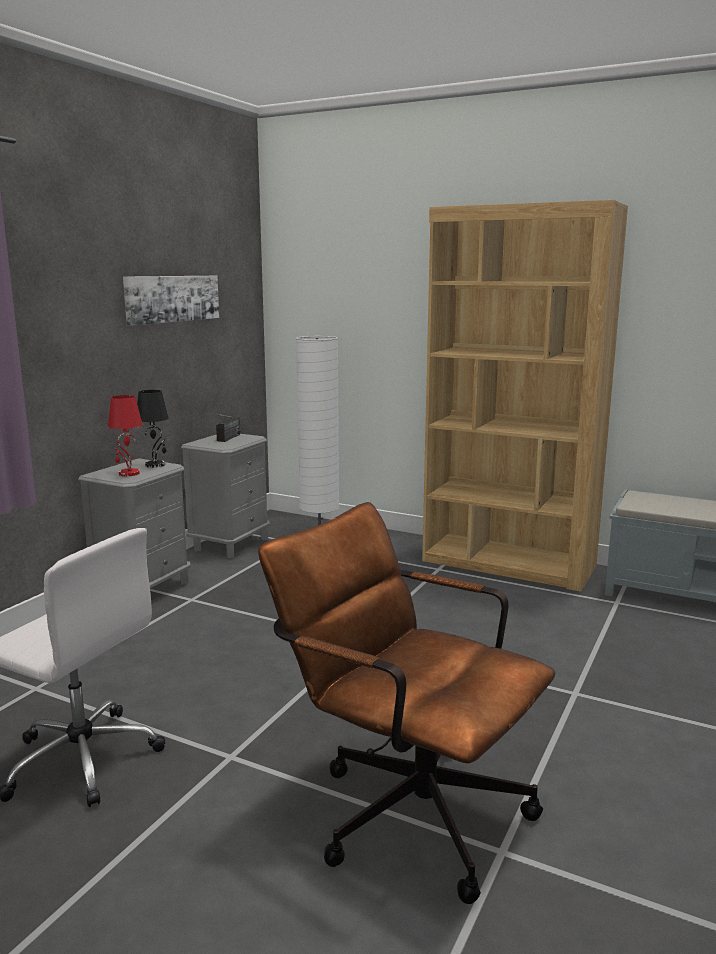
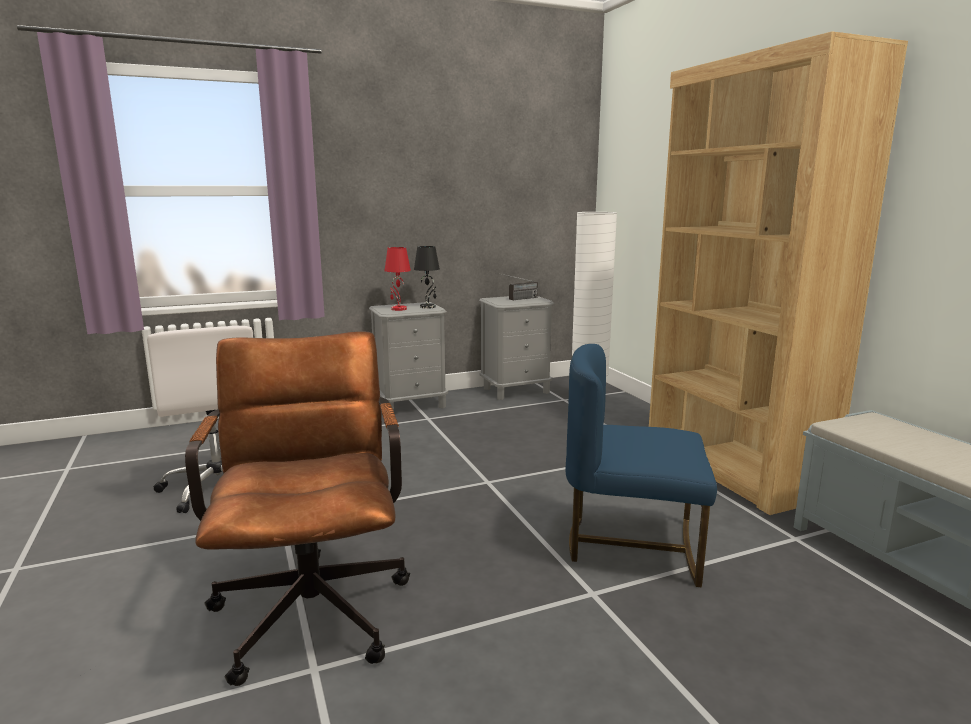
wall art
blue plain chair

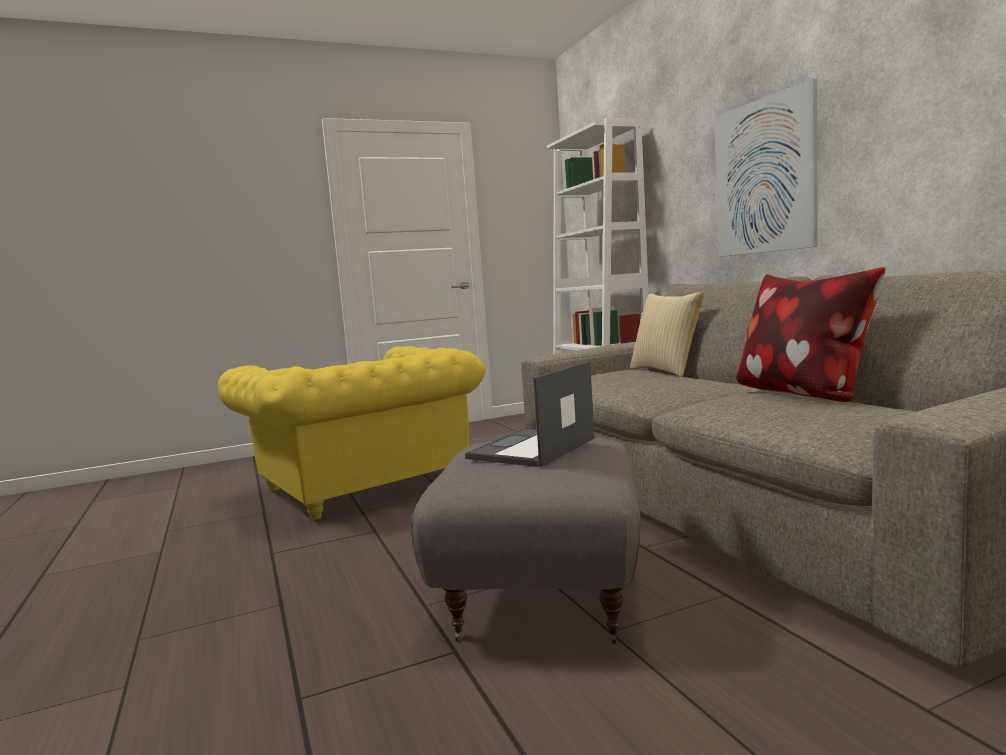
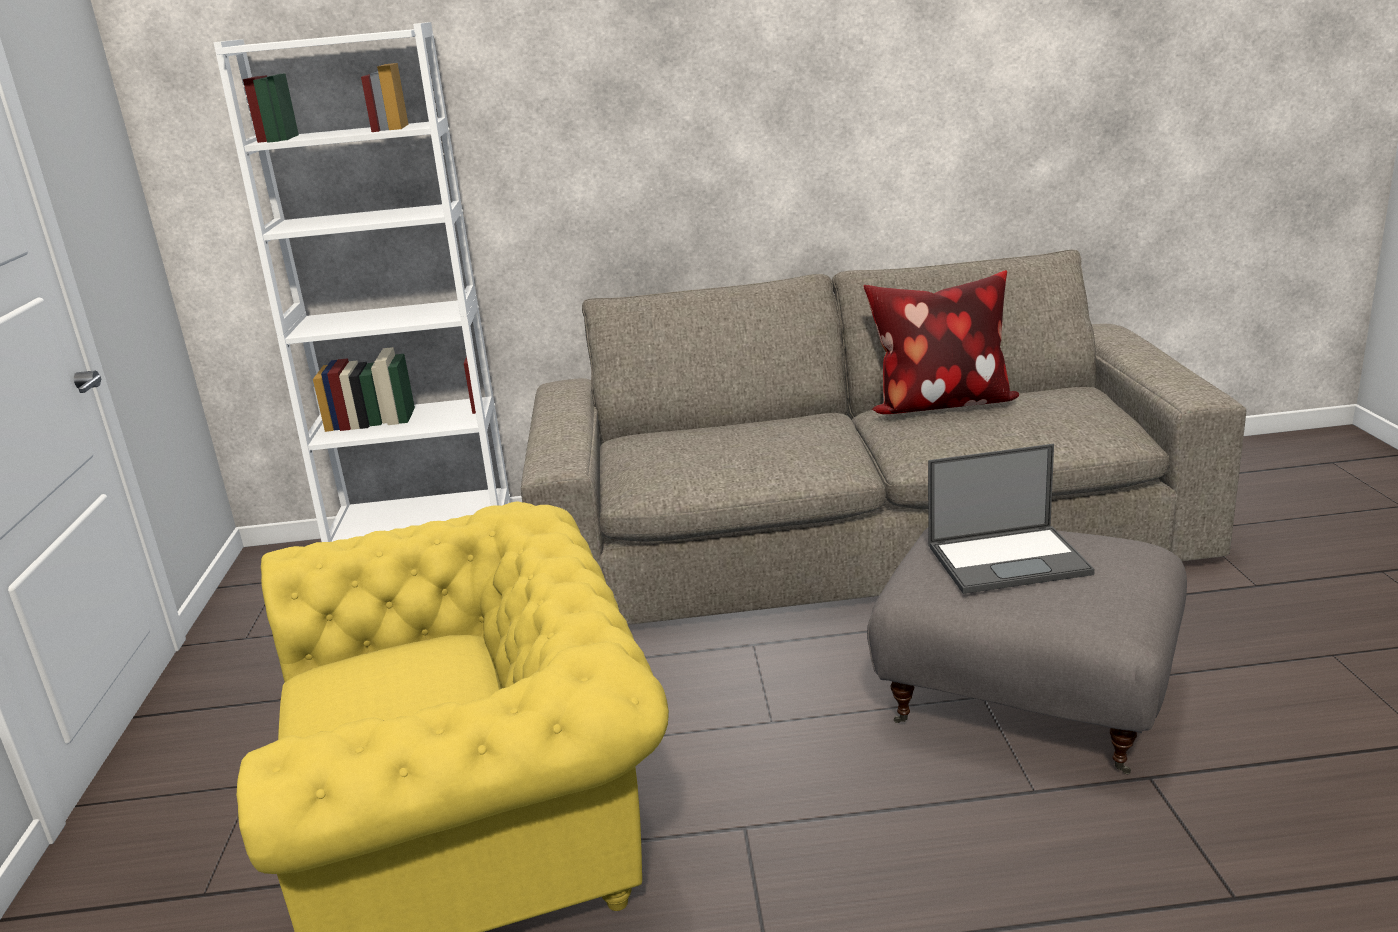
wall art
throw pillow (1st from left in the first image)
laptop

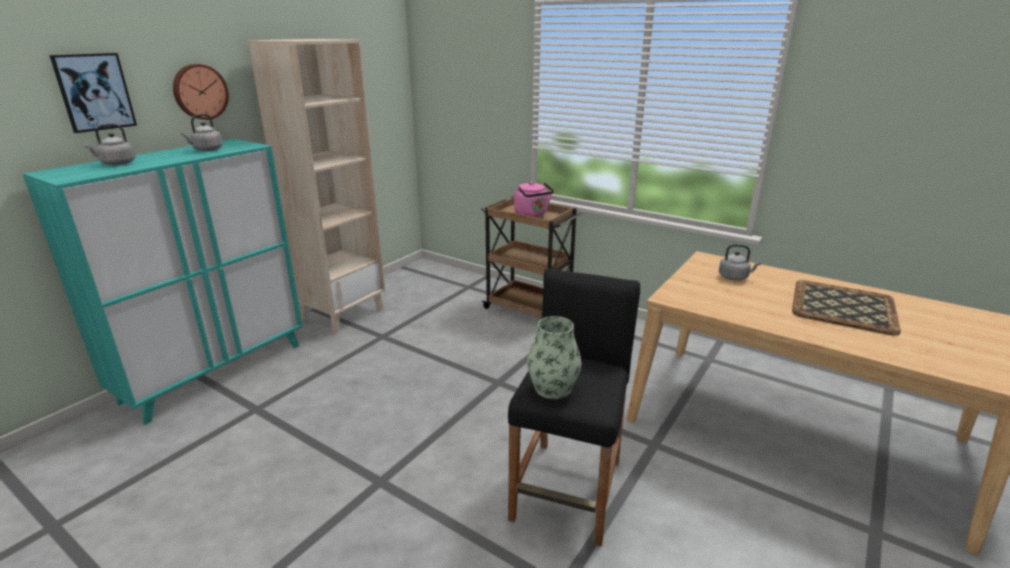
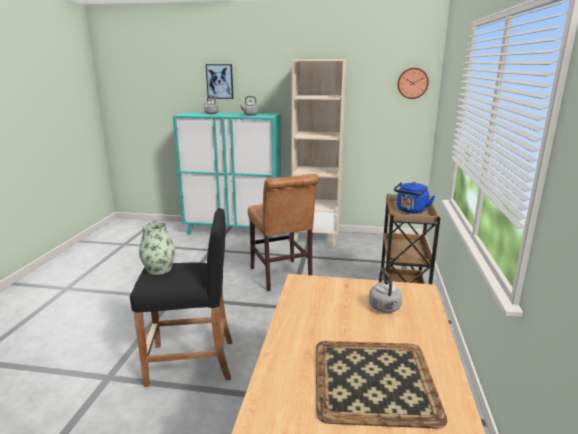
clock on the wall
blue water kettle
brown plain chair

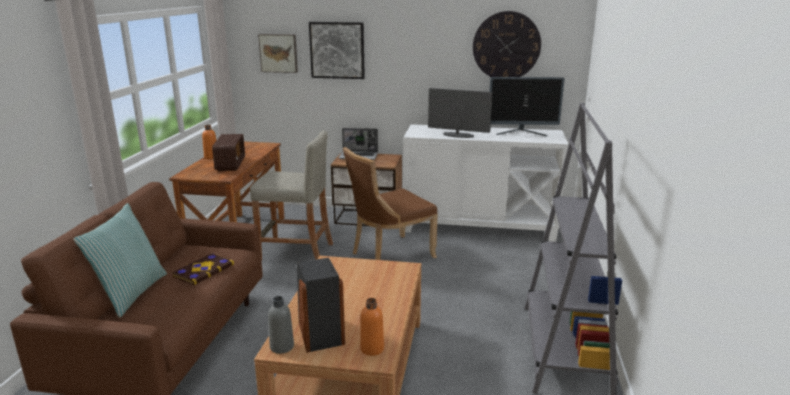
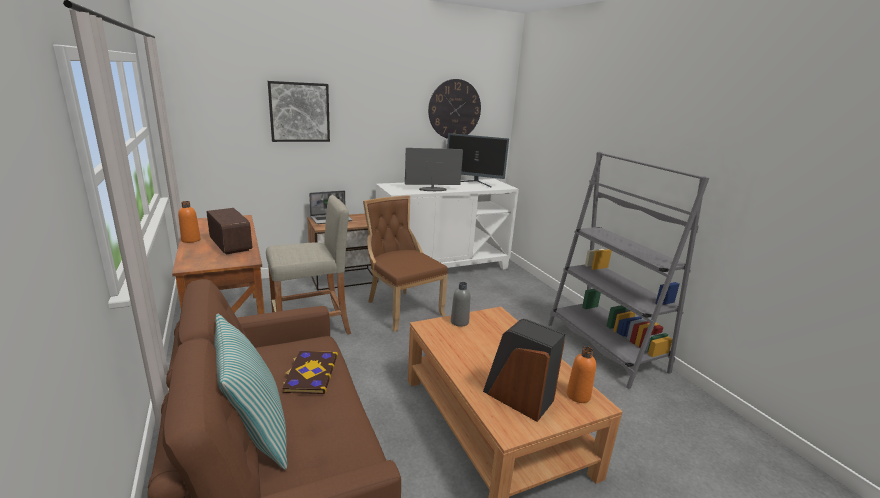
wall art (1st from left in the first image)
computer display (2nd from left)
brown plain chair
grey beverage bottle

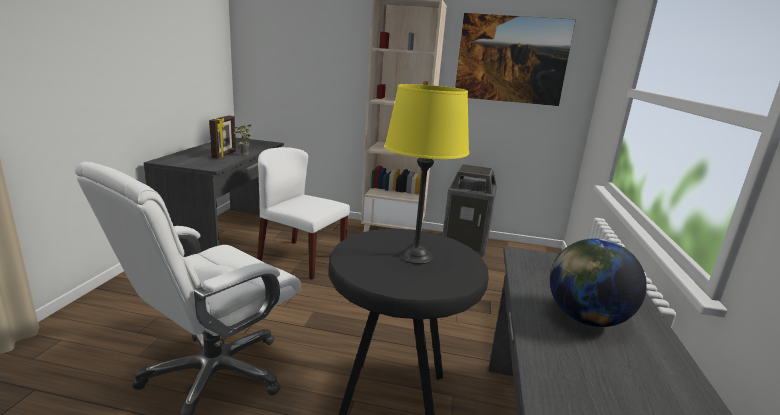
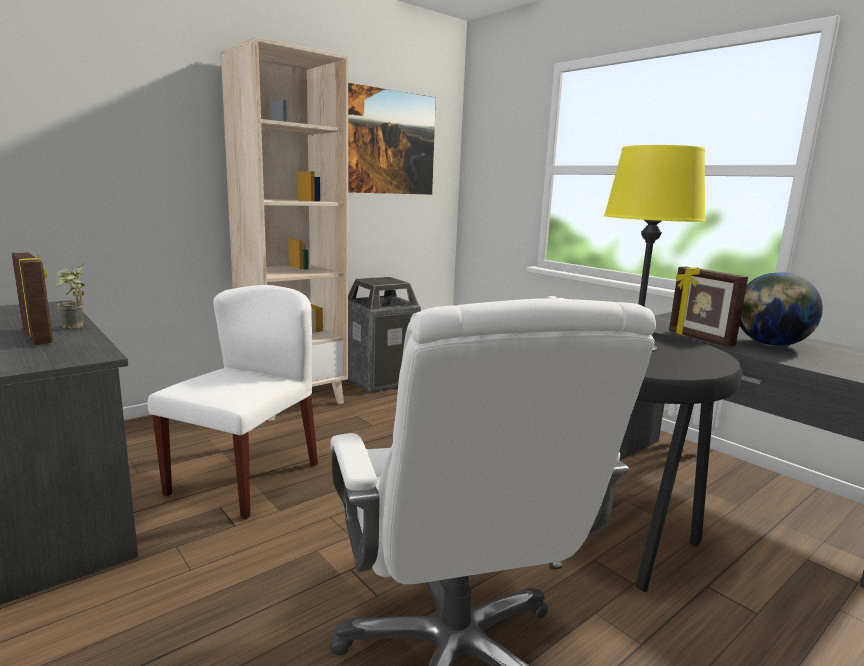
white plain chair
photo frame (2nd from left)

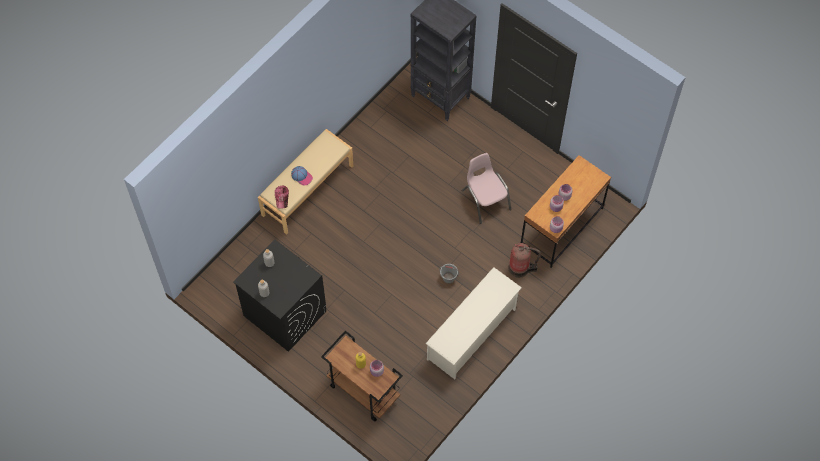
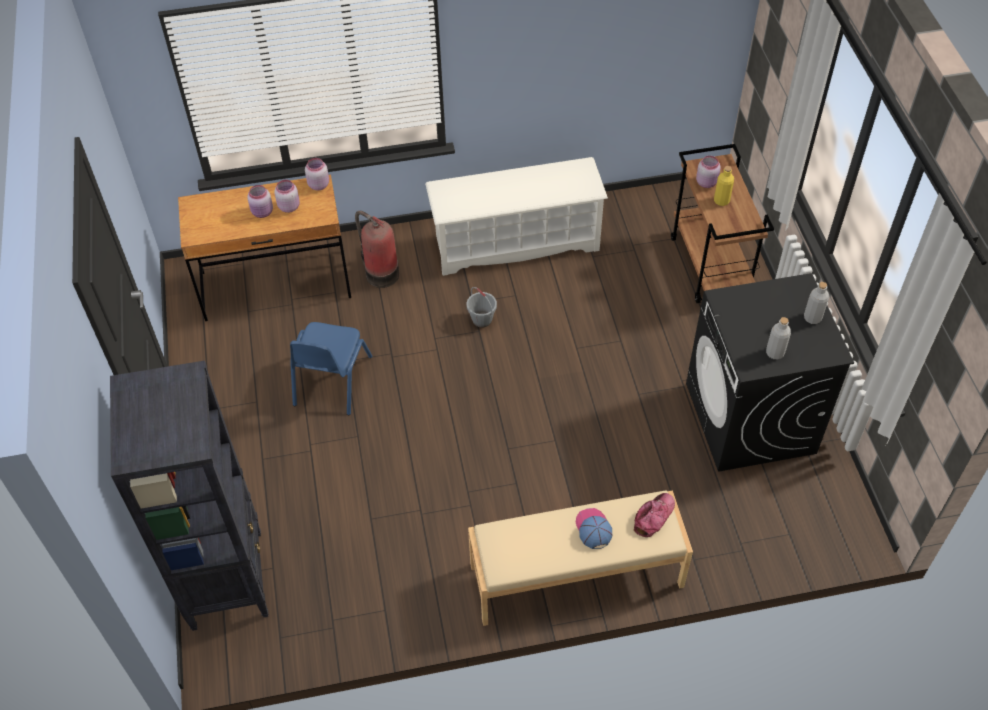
blue plain chair

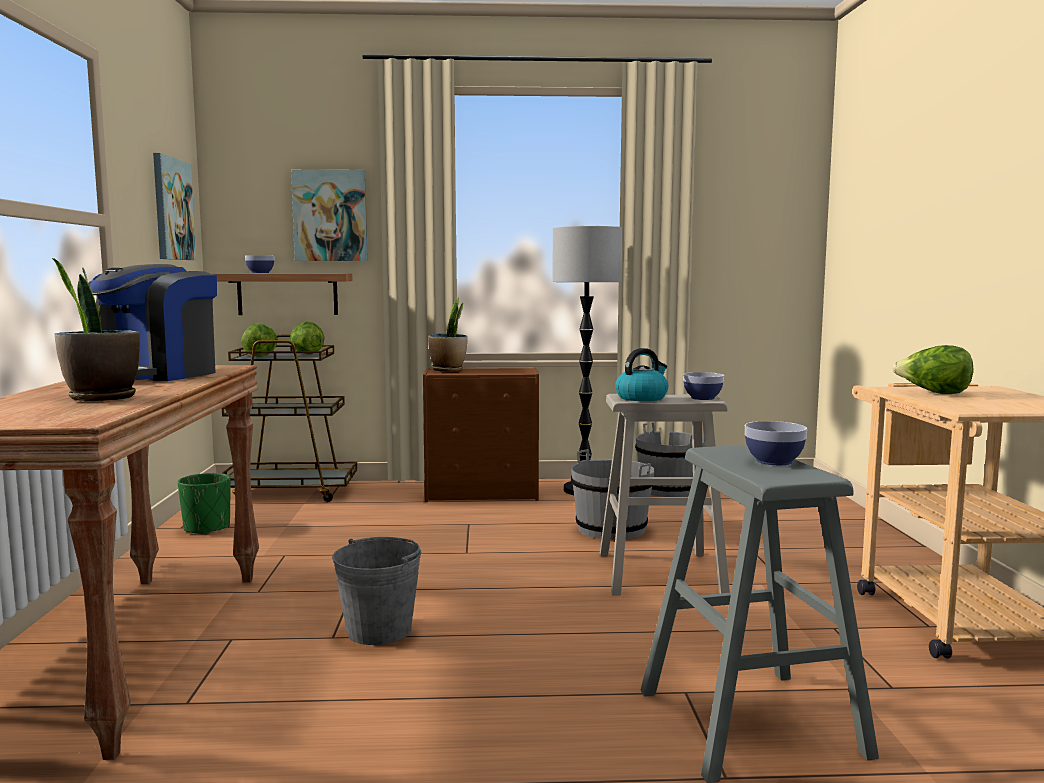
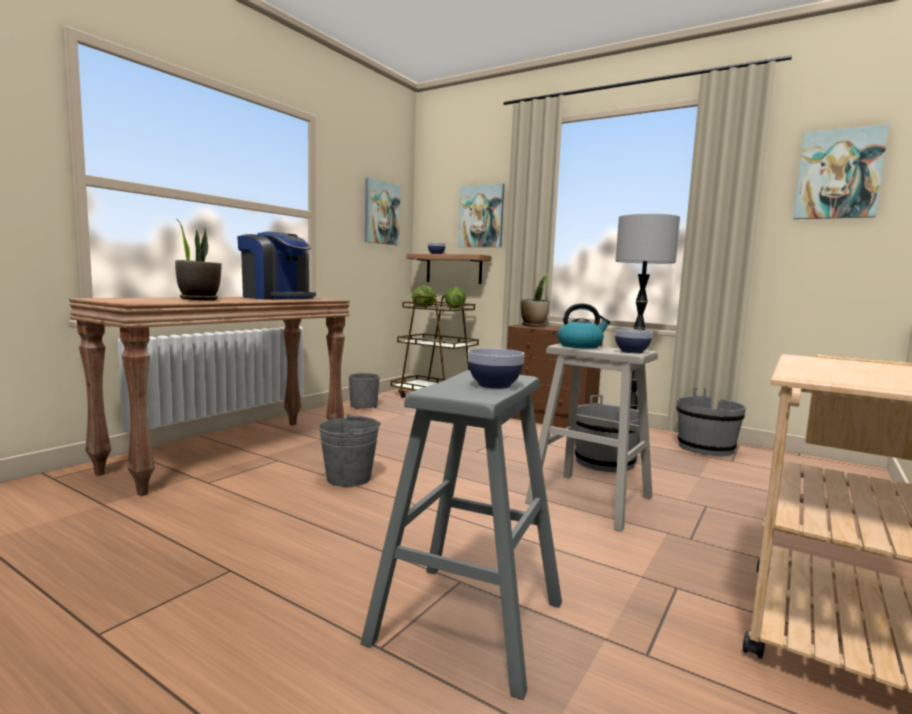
coffee brewer
head of lettuce (3rd from left in the first image)
grey plant pot
wall art (3rd from left)

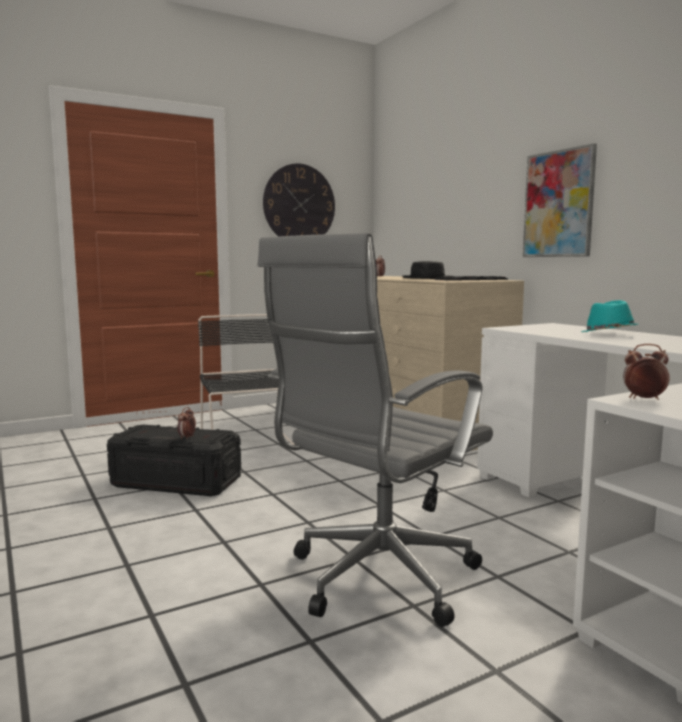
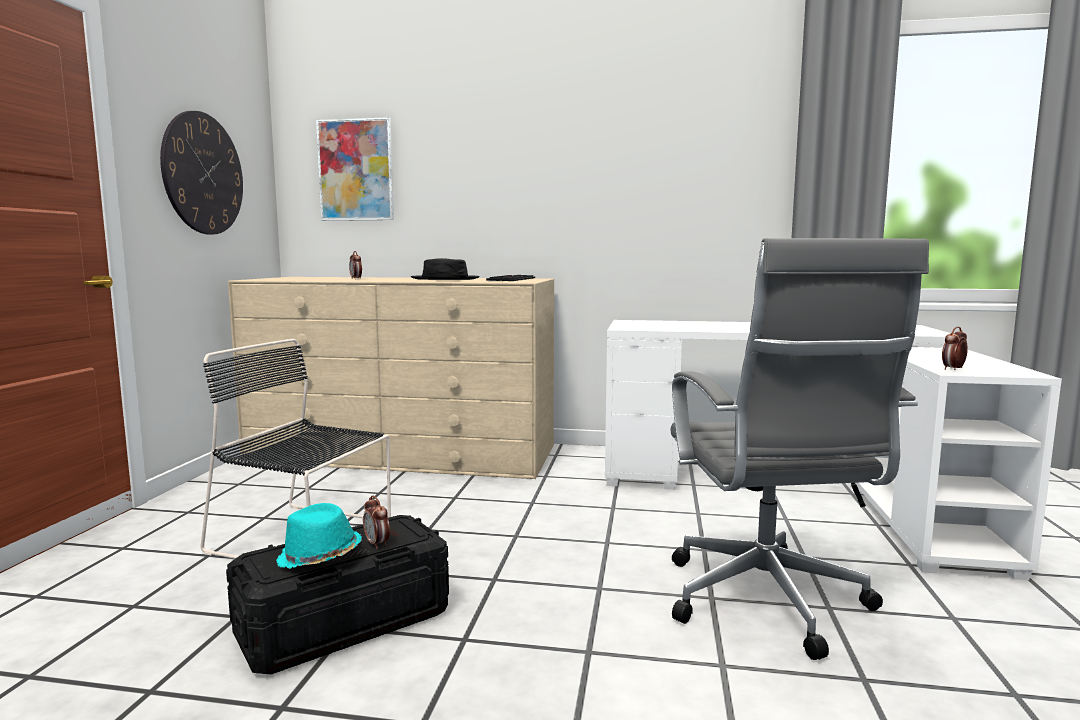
wall art
turquoise wearable hat

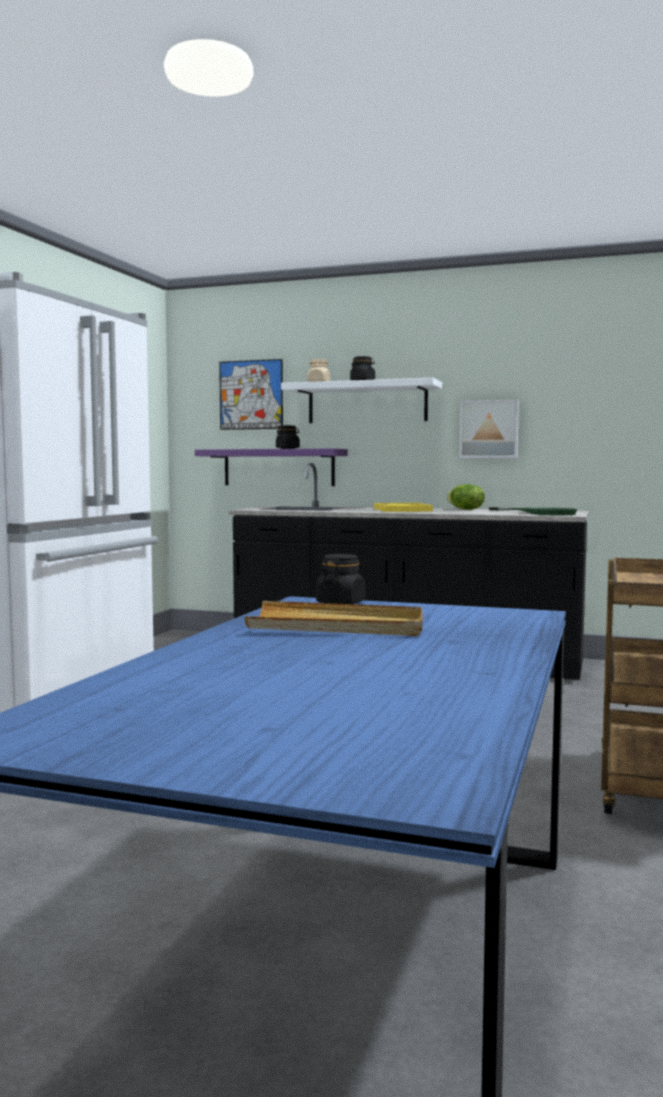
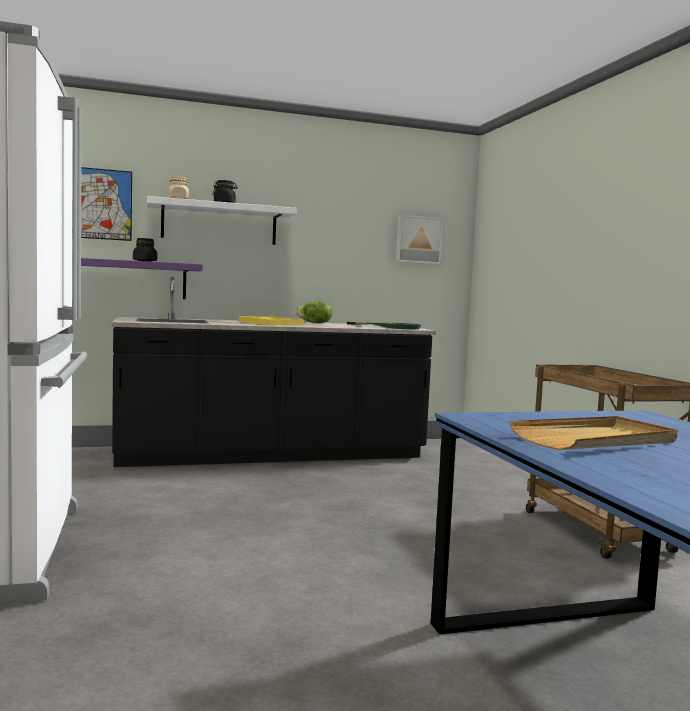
wall art (2nd from left)
black preserve jar (2nd from left in the first image)

